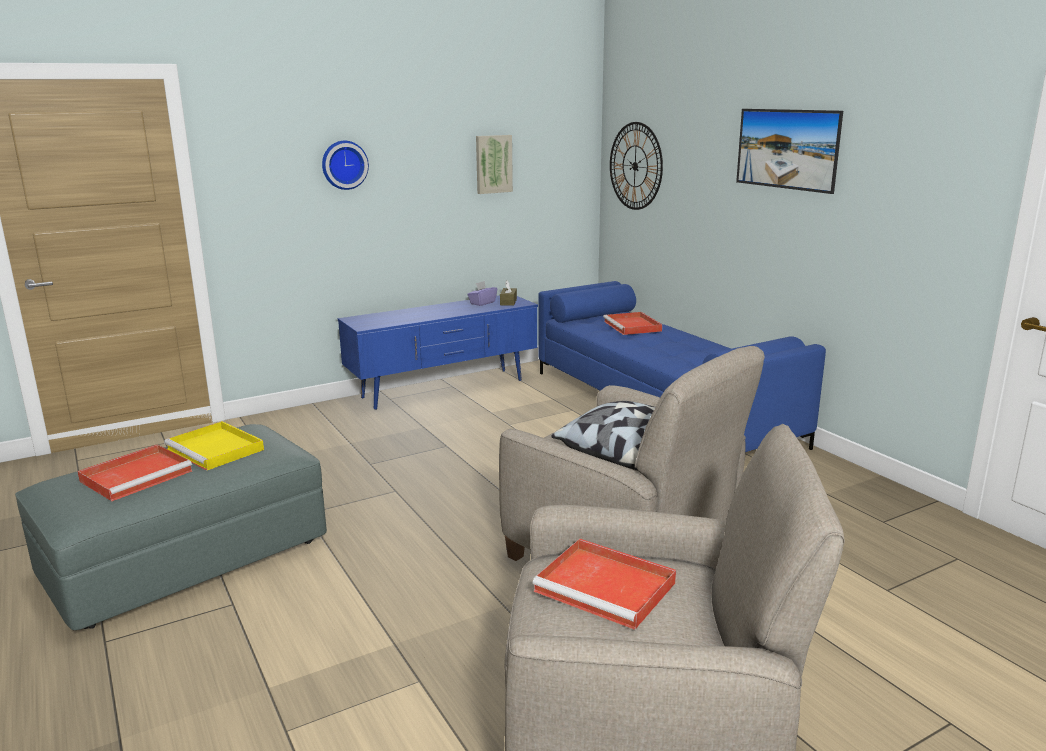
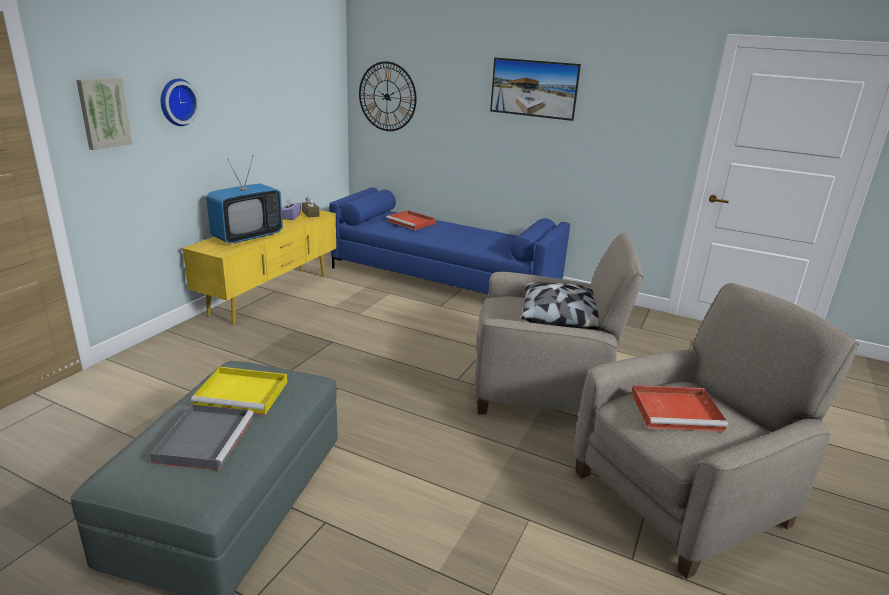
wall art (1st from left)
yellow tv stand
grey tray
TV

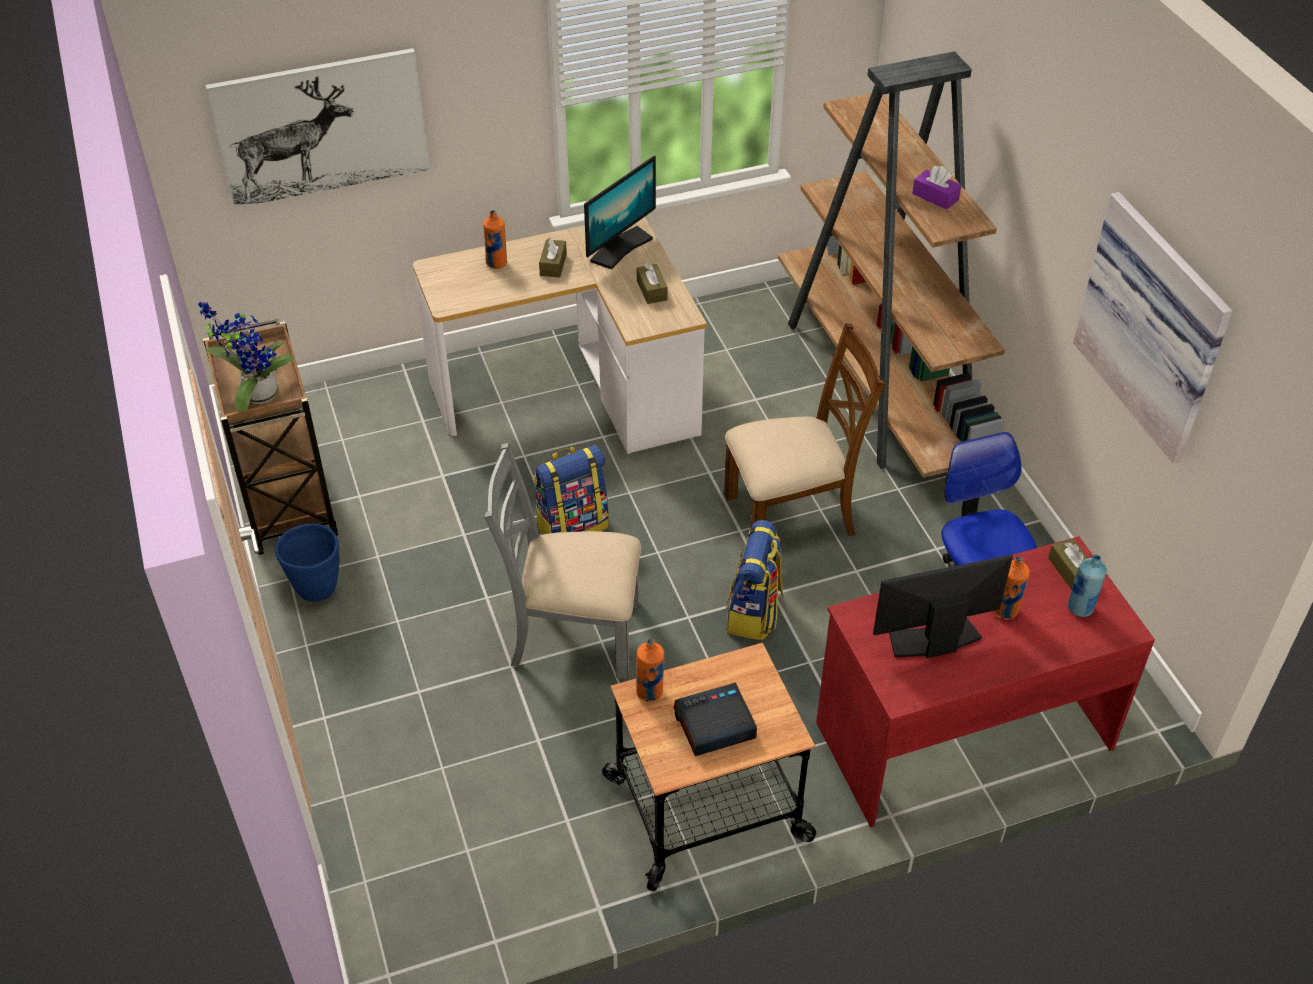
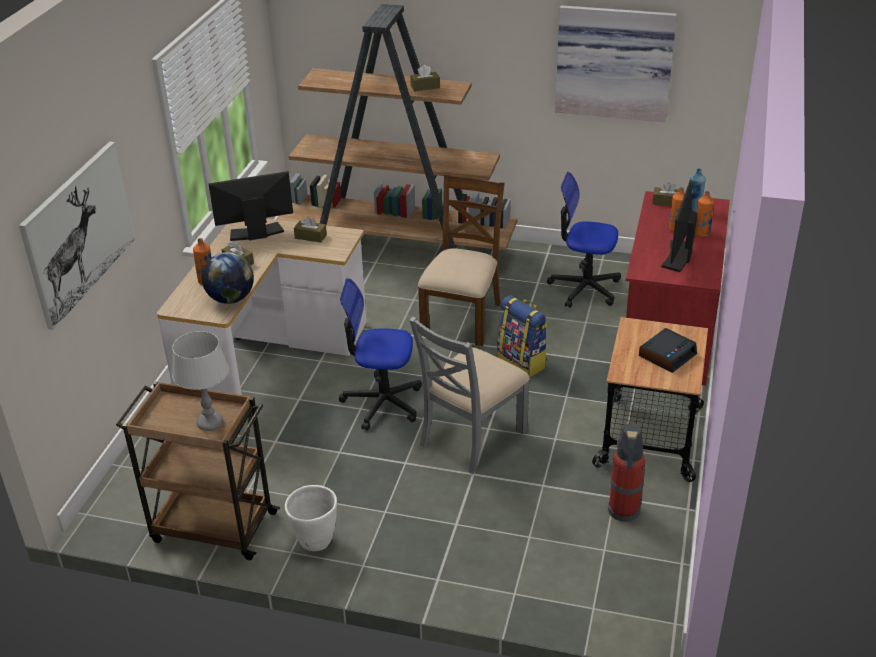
computer display (1st from left)
brown tissue box (3rd from left)
grey tabletop lamp
computer chair (1st from left)
white plant pot
orangey beverage bottle (3rd from left)
table clock
world globe
fire extinguisher

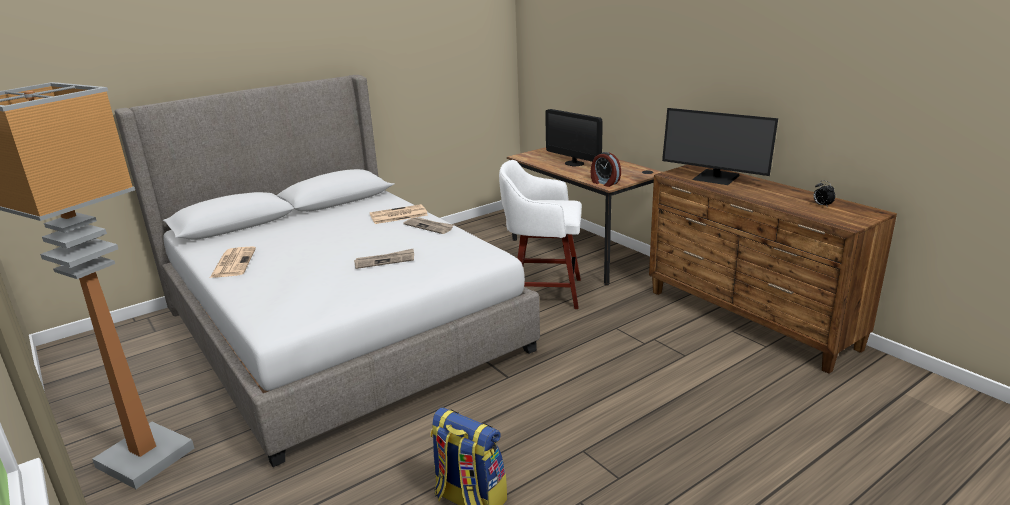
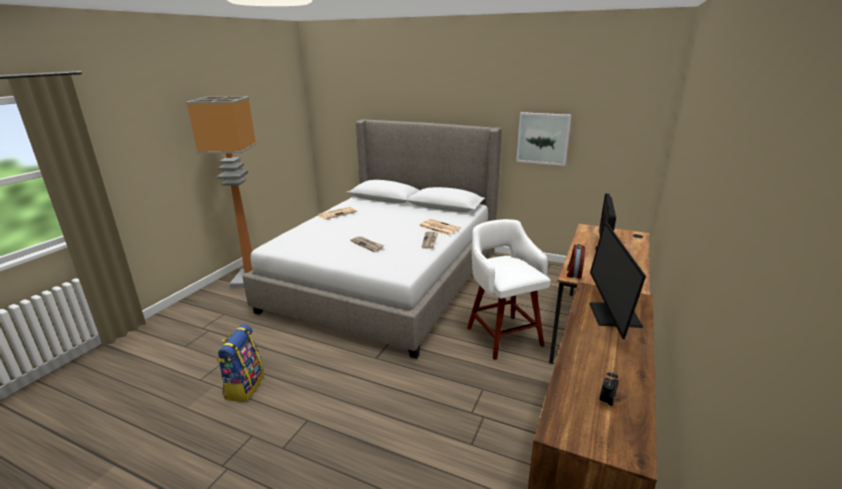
wall art

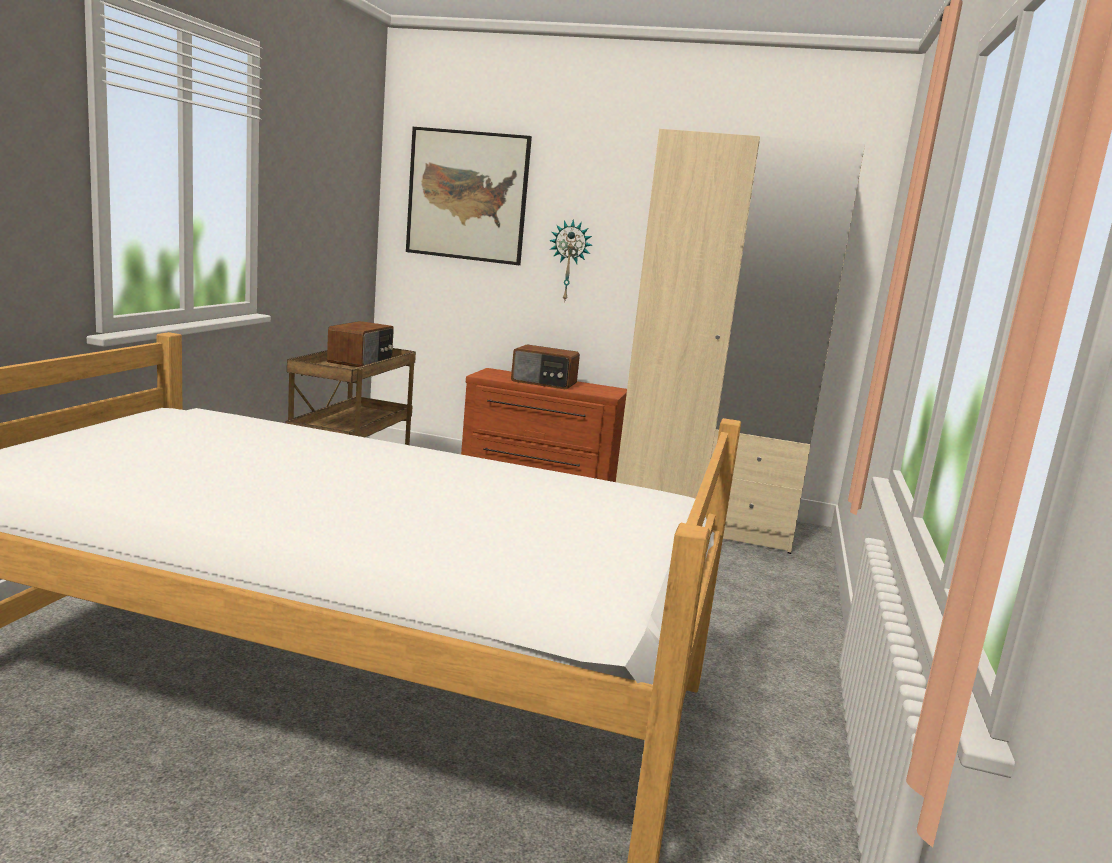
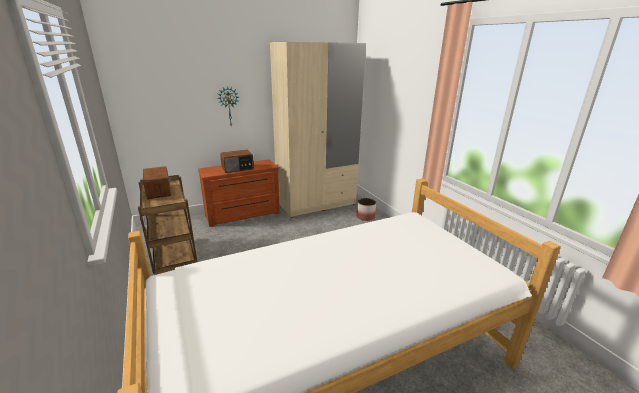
wall art
plant pot

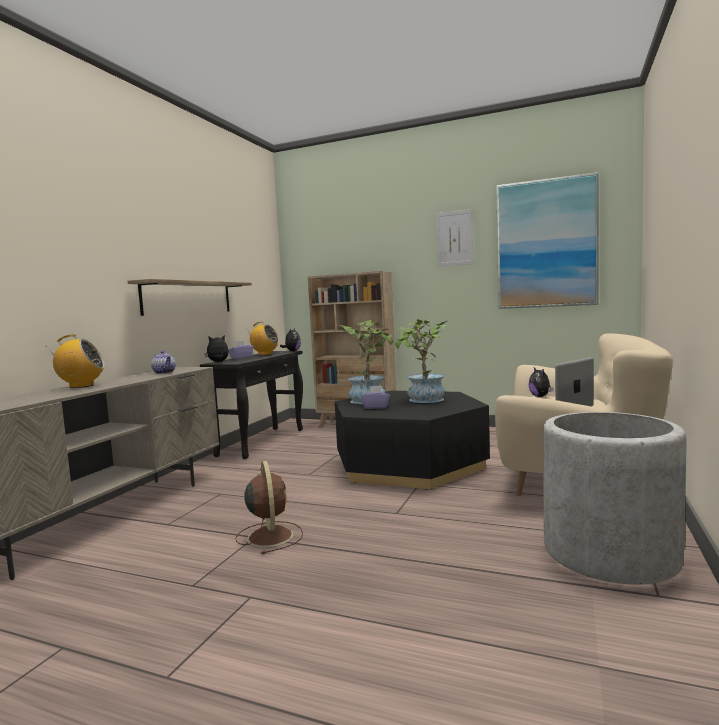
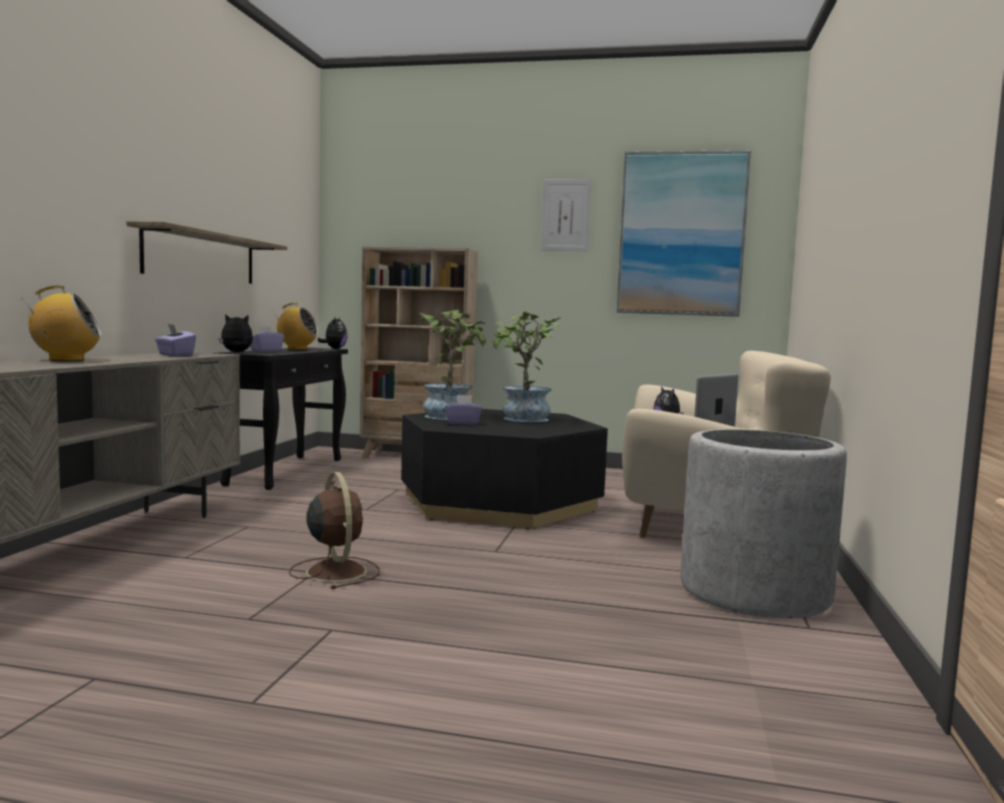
purple-coloured tissue box (1st from left)

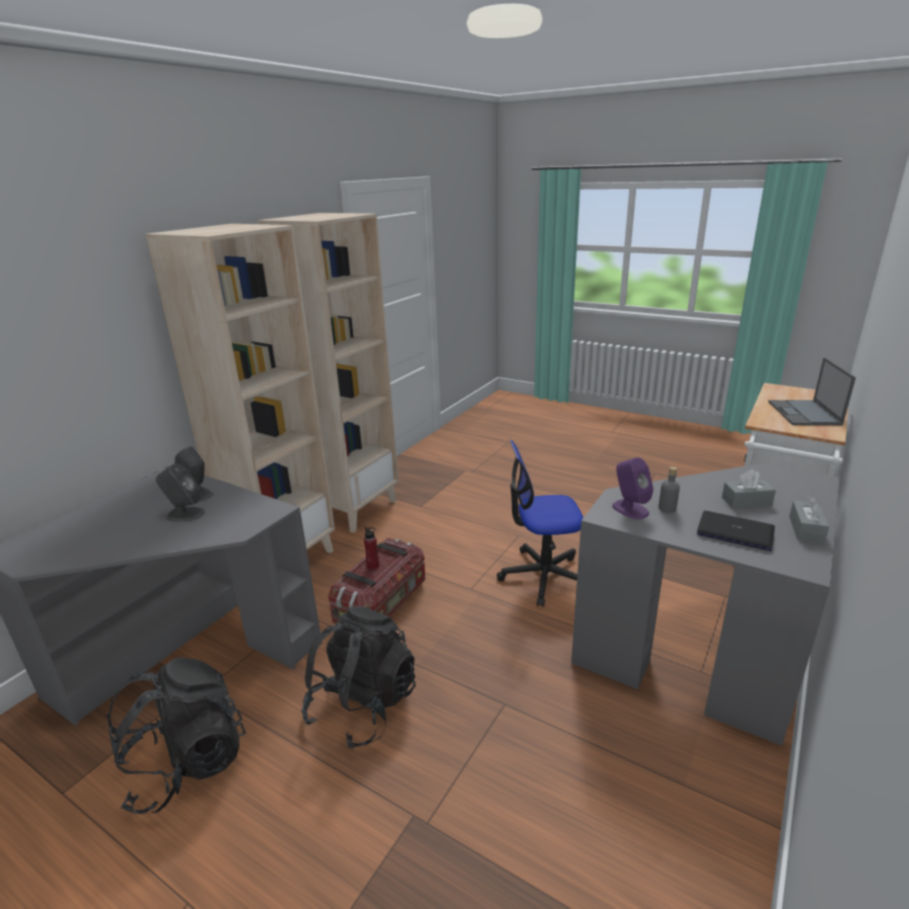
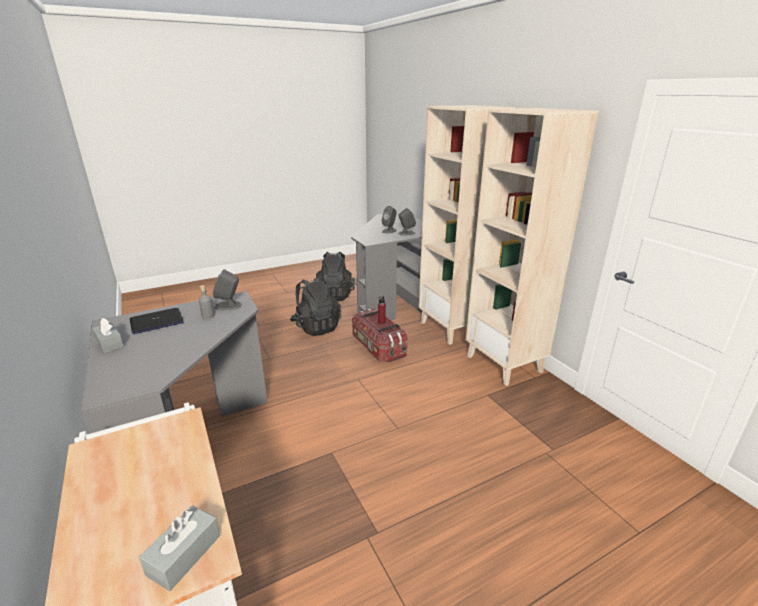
laptop (2nd from left in the first image)
computer chair
grey loudspeaker (1st from left)
grey tissue box (2nd from left)

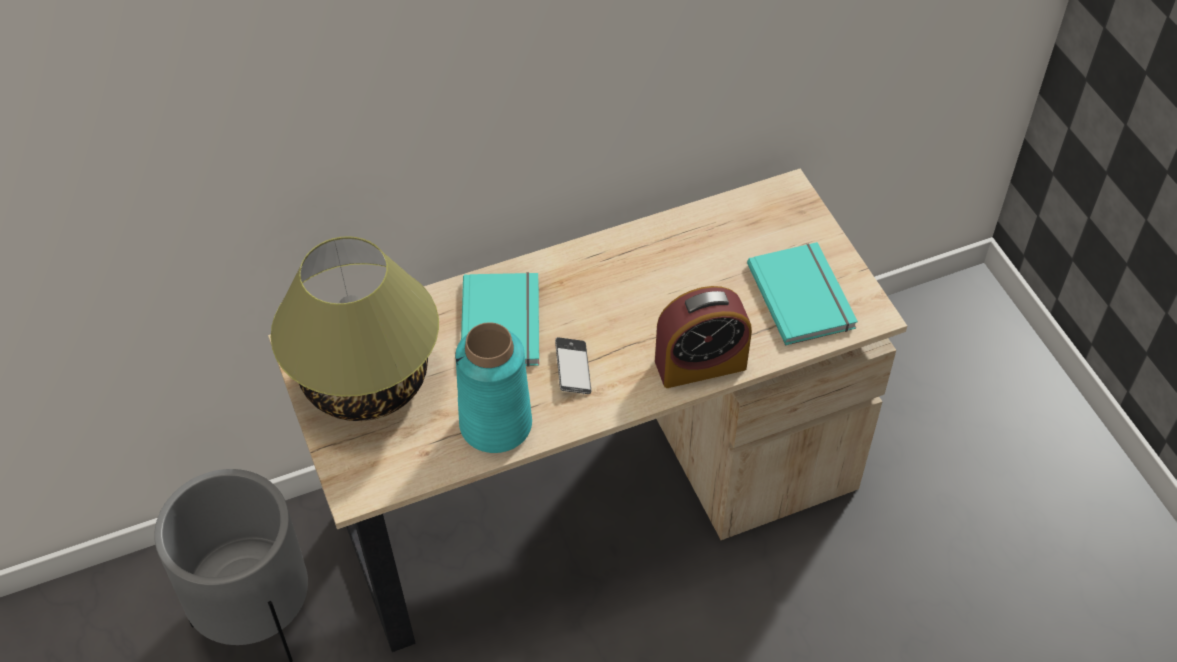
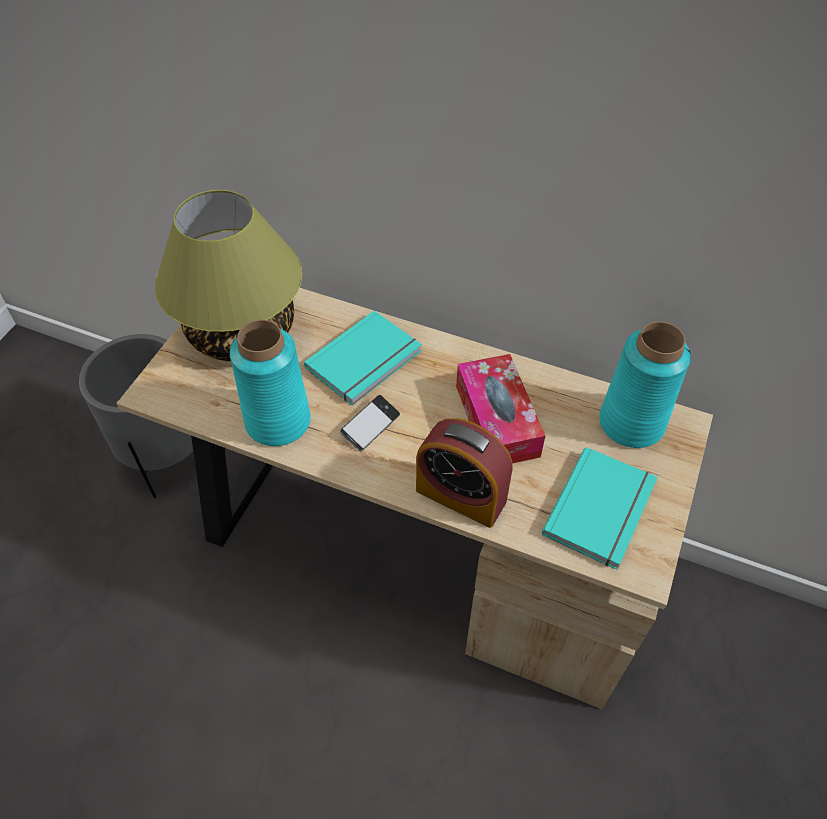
turquoise decorative vase (2nd from left)
tissue box

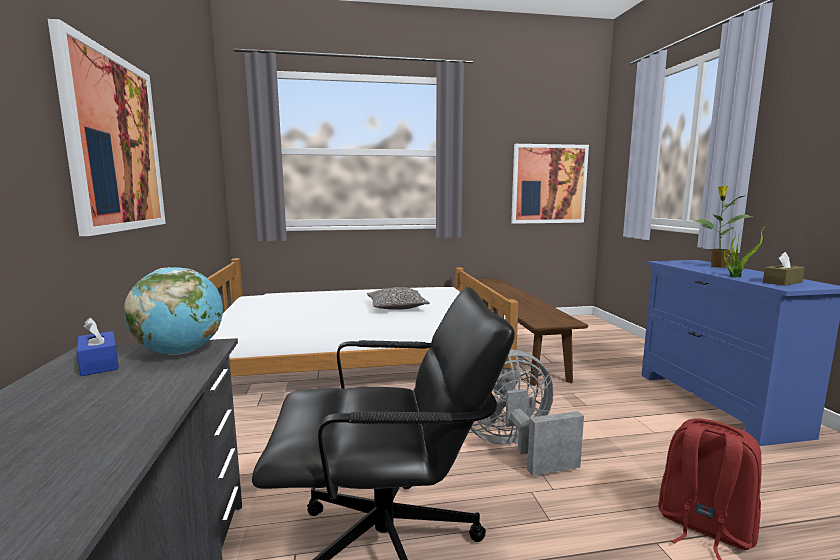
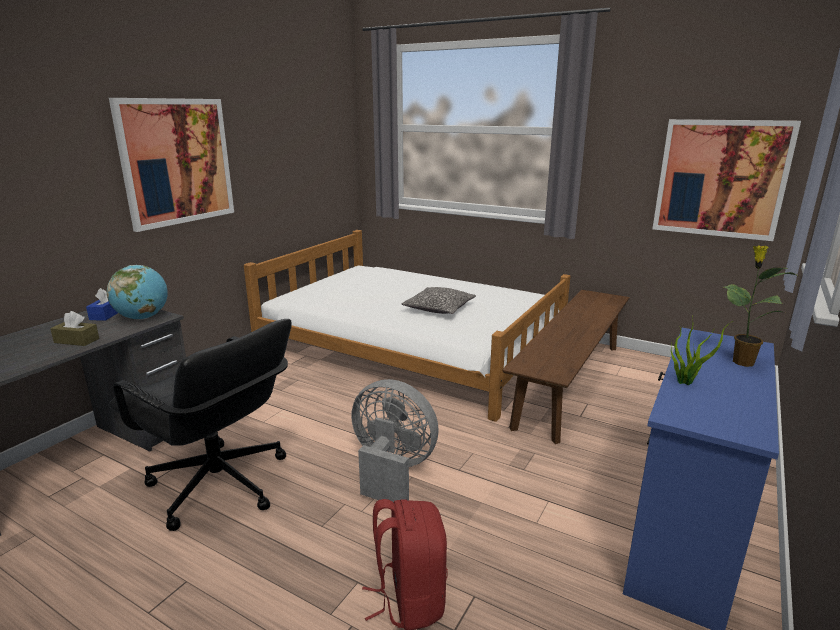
brown tissue box

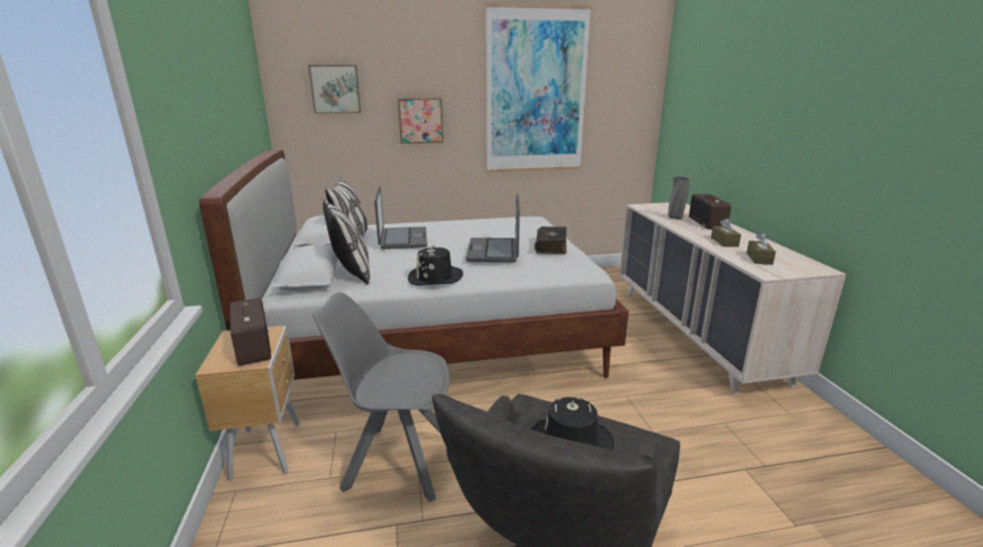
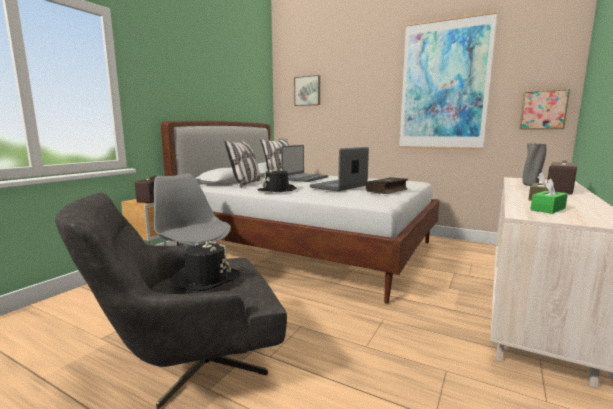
wall art (3rd from left)
greenish tissue box

